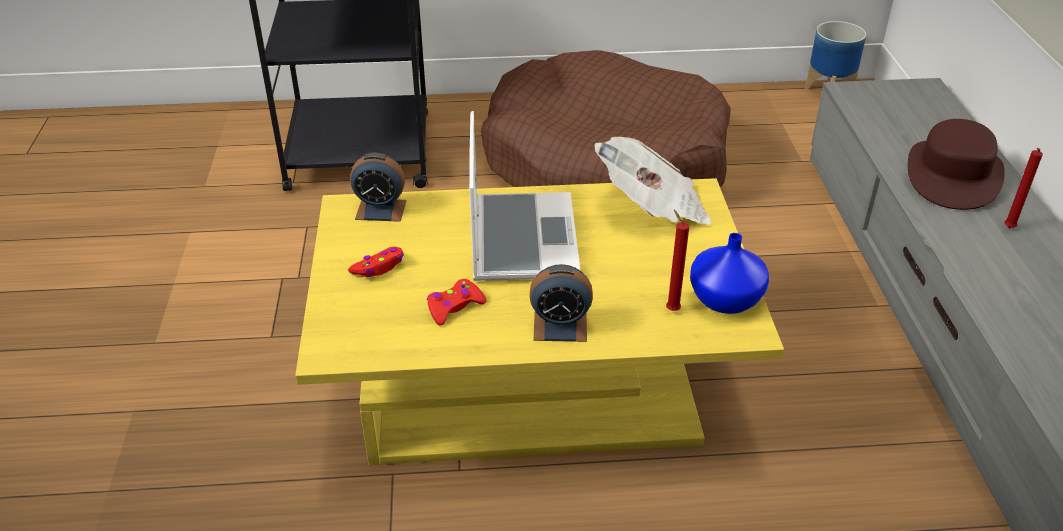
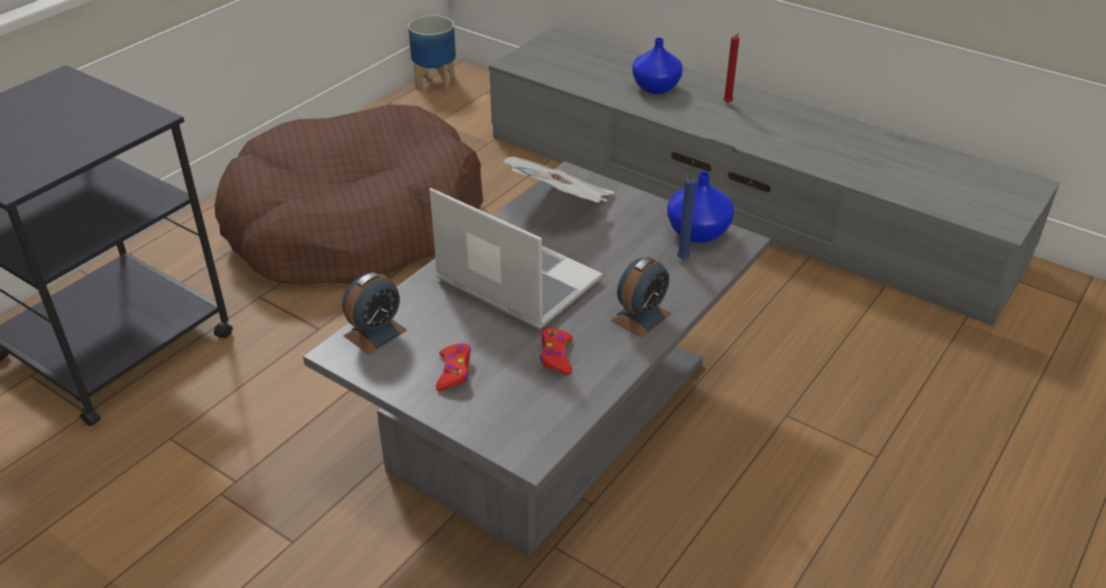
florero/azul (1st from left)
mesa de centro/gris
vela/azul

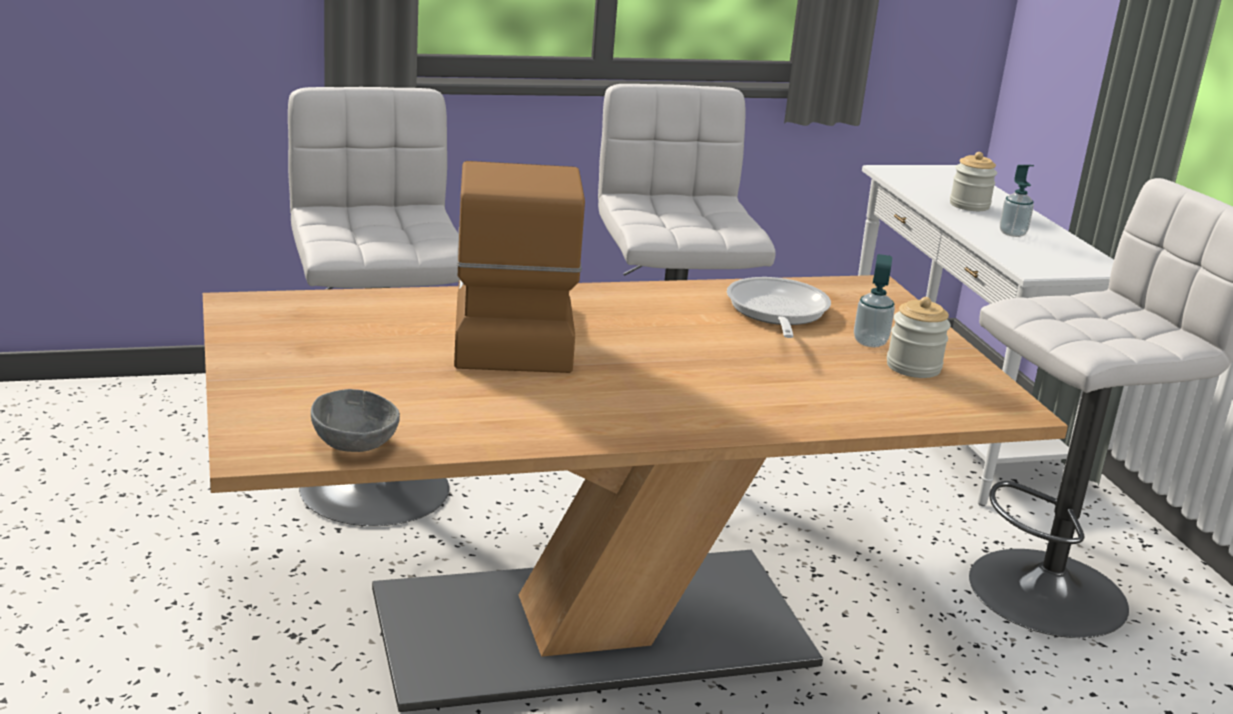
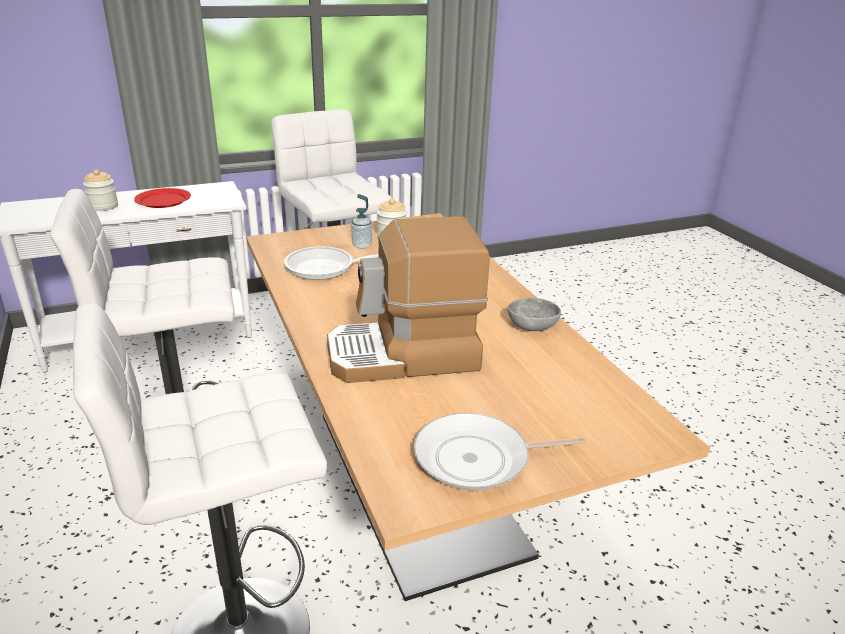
sartén (2nd from left)
cuenco/gris
plato/rojo

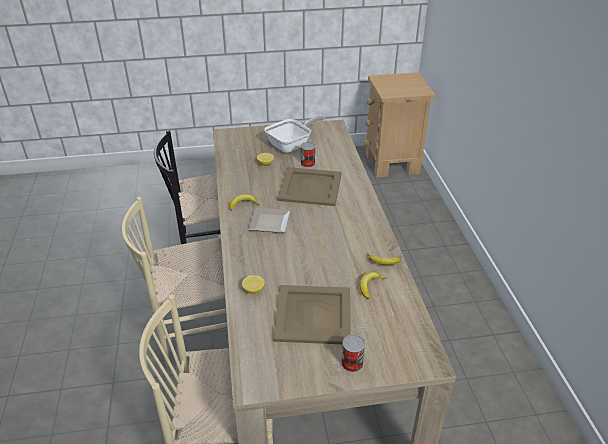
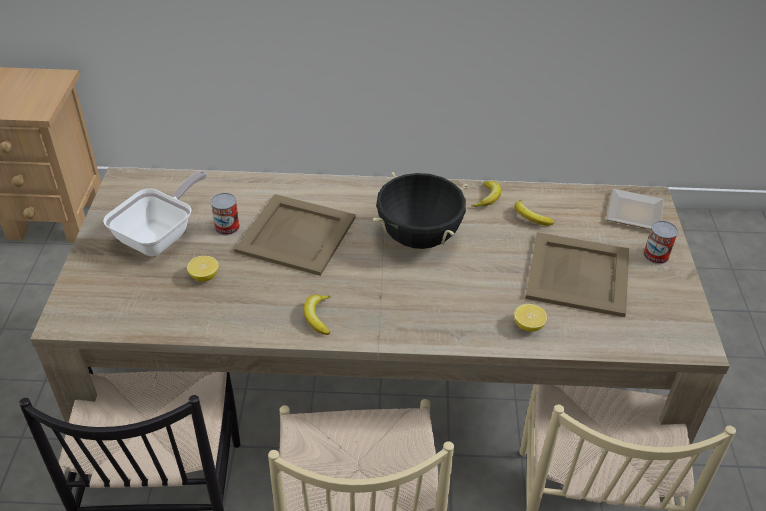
olla/negro
plato
sartén

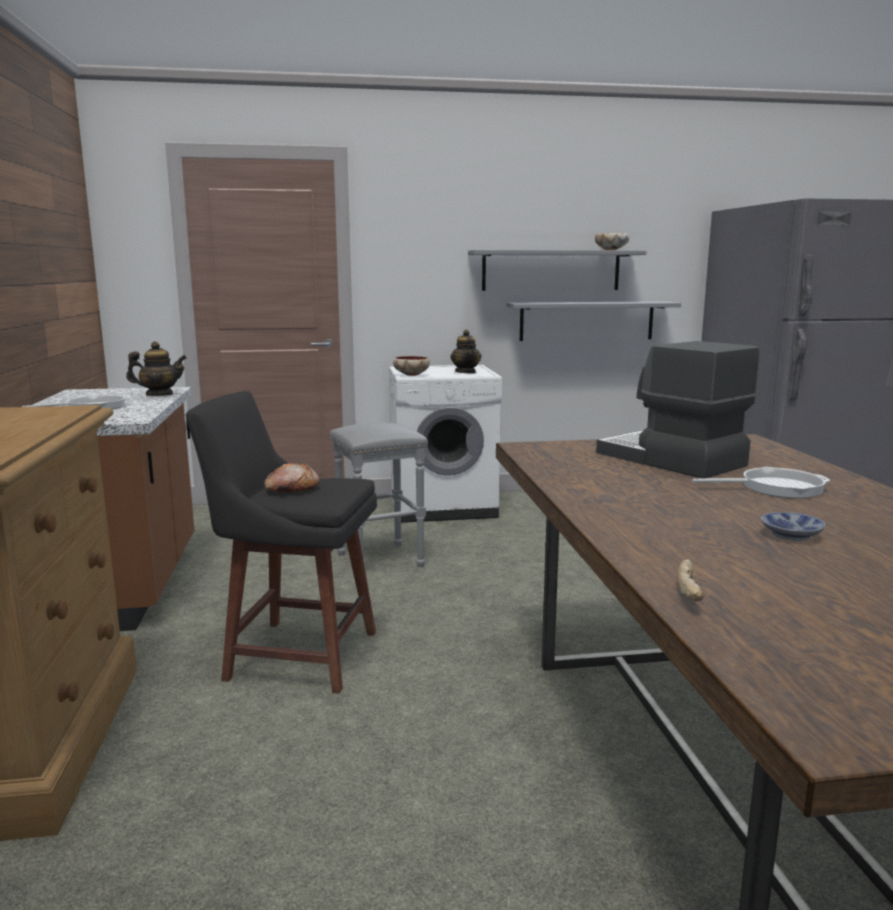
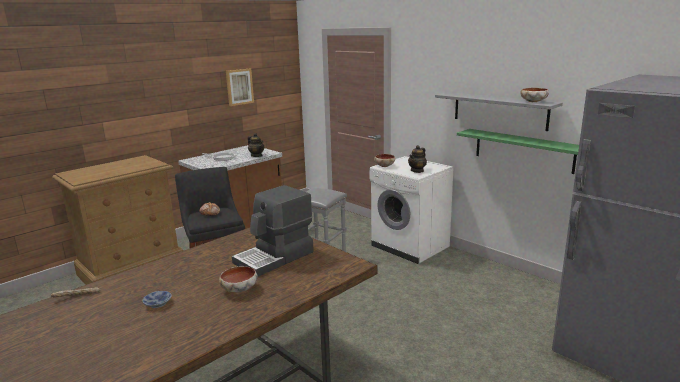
cuadro
cuenco (2nd from left)
estante/verde
cafetera

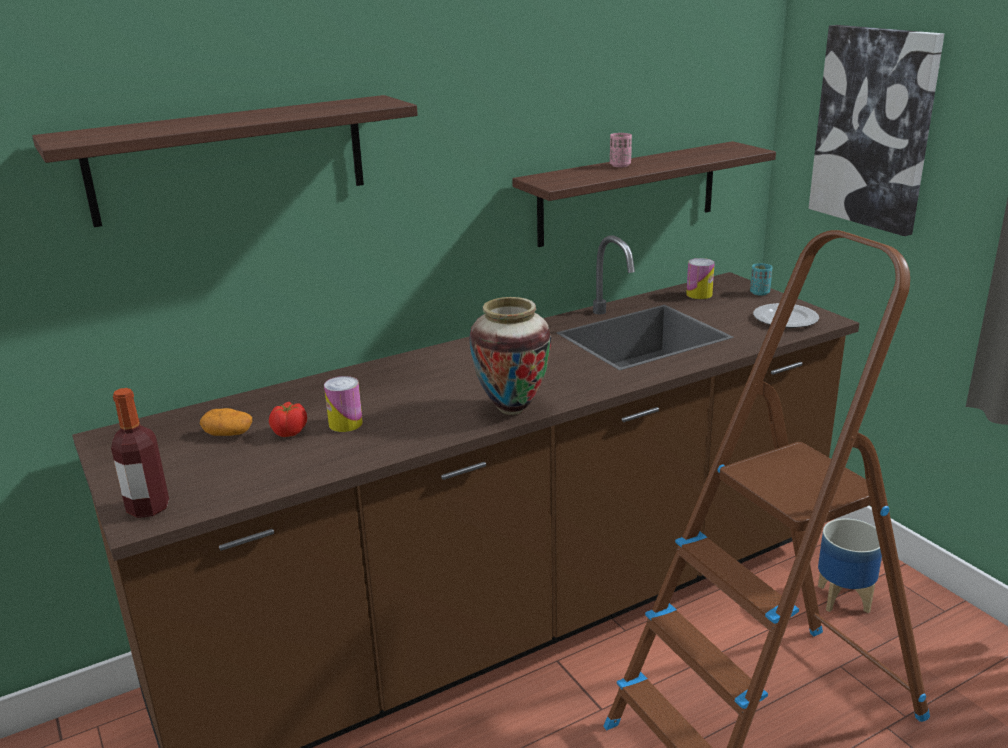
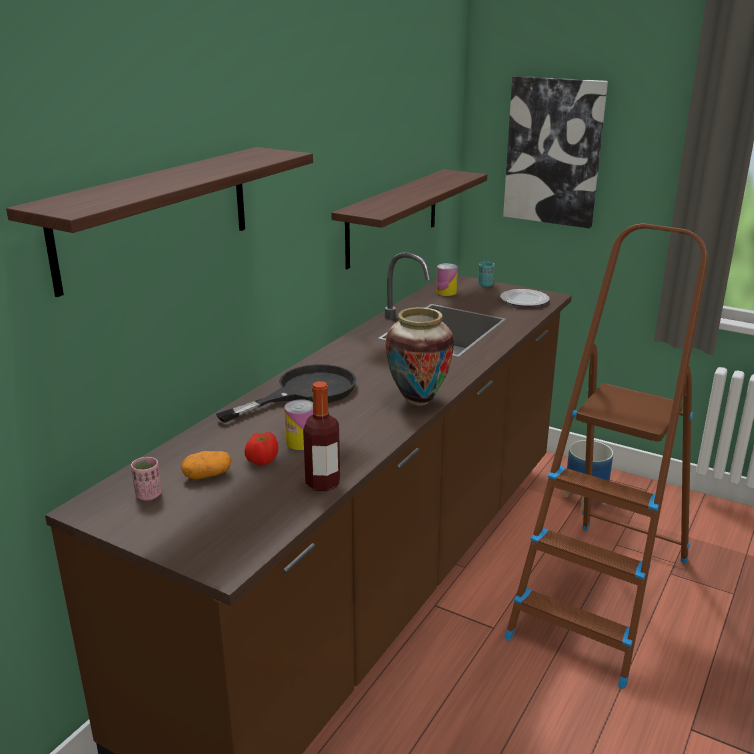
sartén/negro
botella
taza/rosa

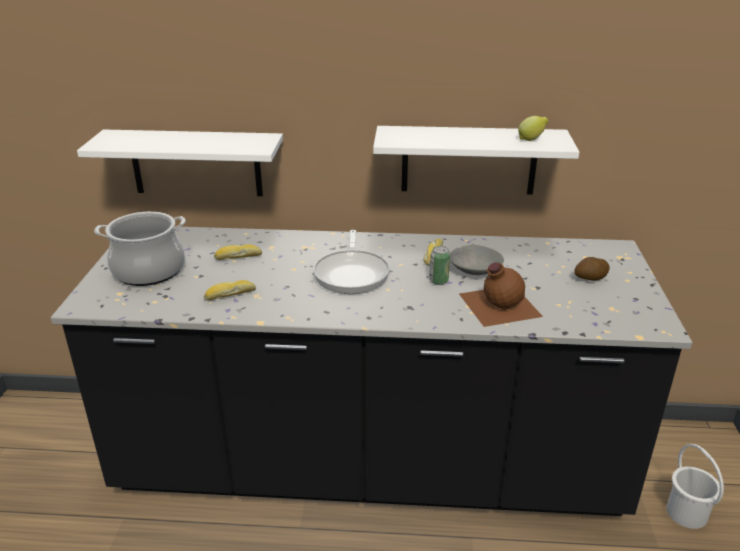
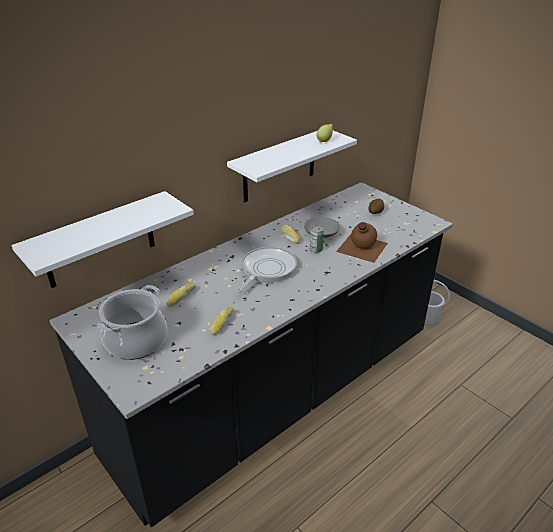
sartén

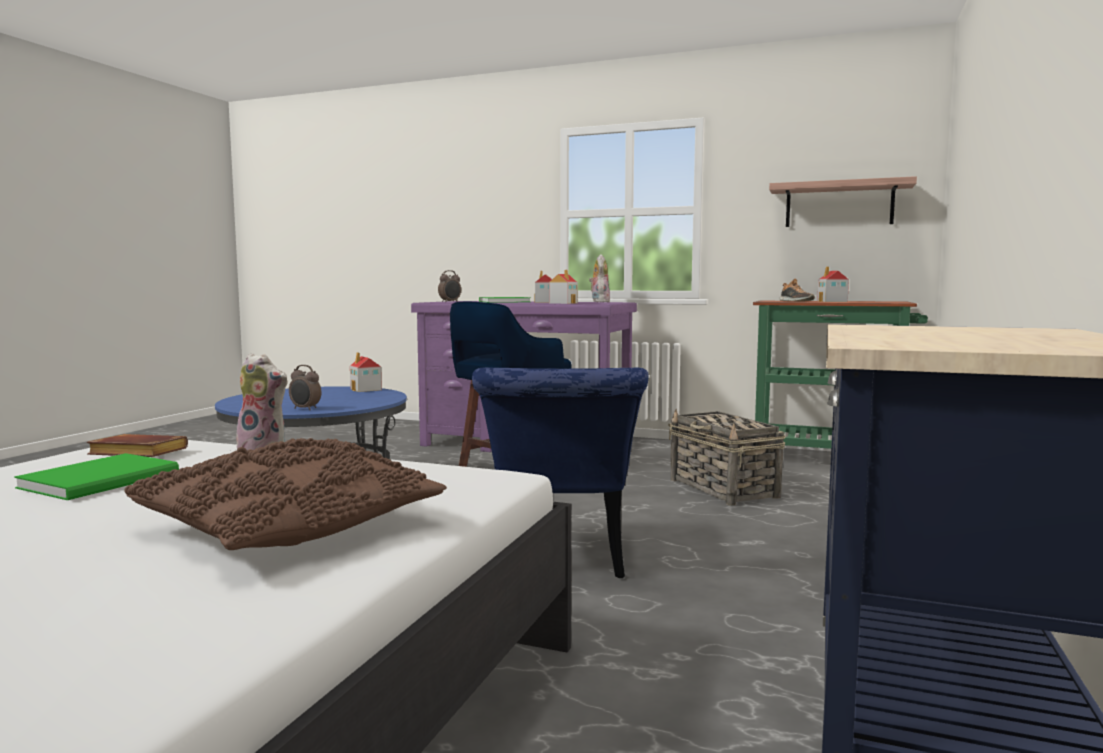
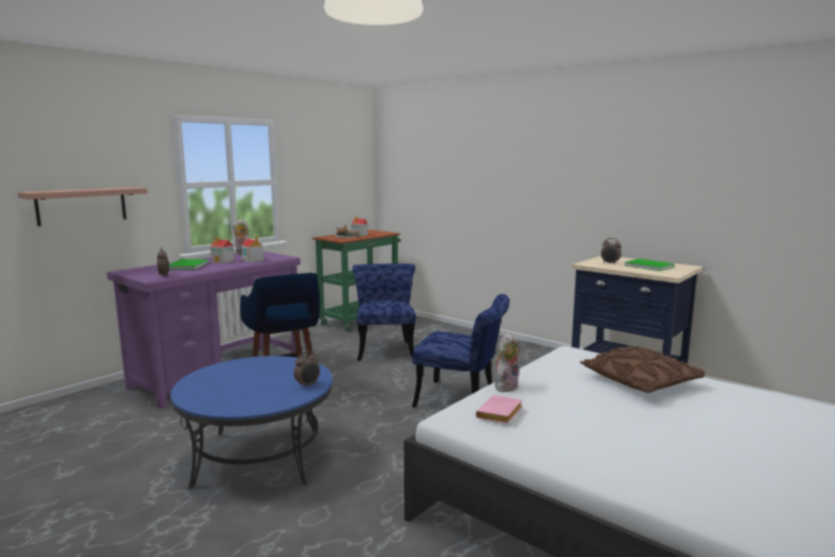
casita (1st from left in the first image)
despertador (3rd from left)
libro/verde (2nd from left)
estante
silla/azul (1st from left)
libro/rosa

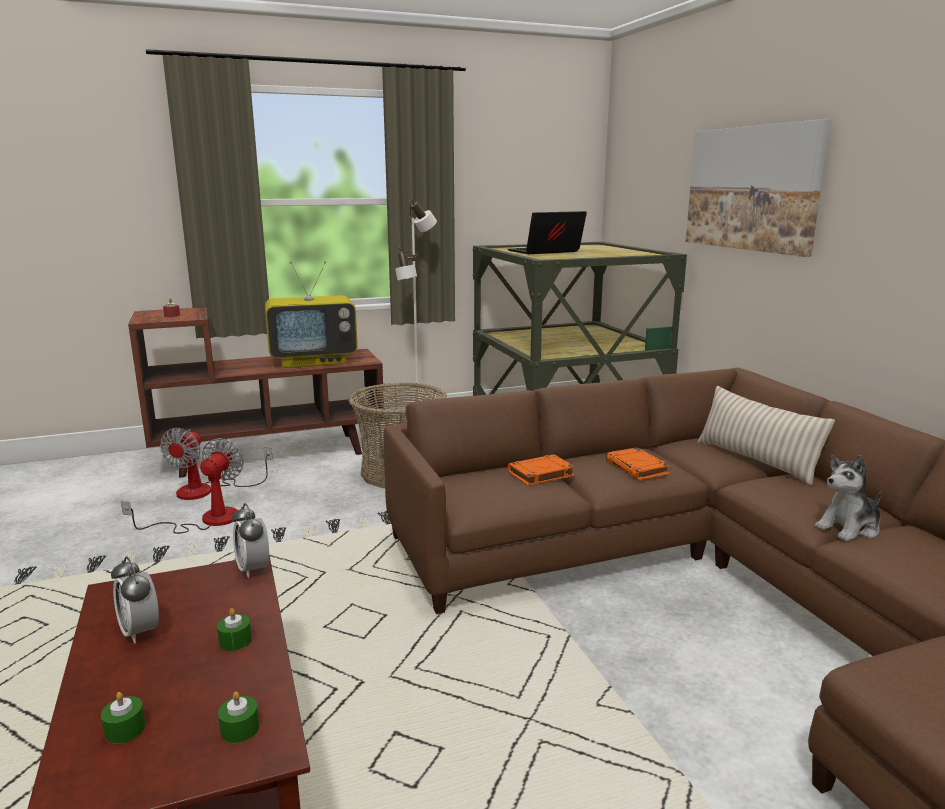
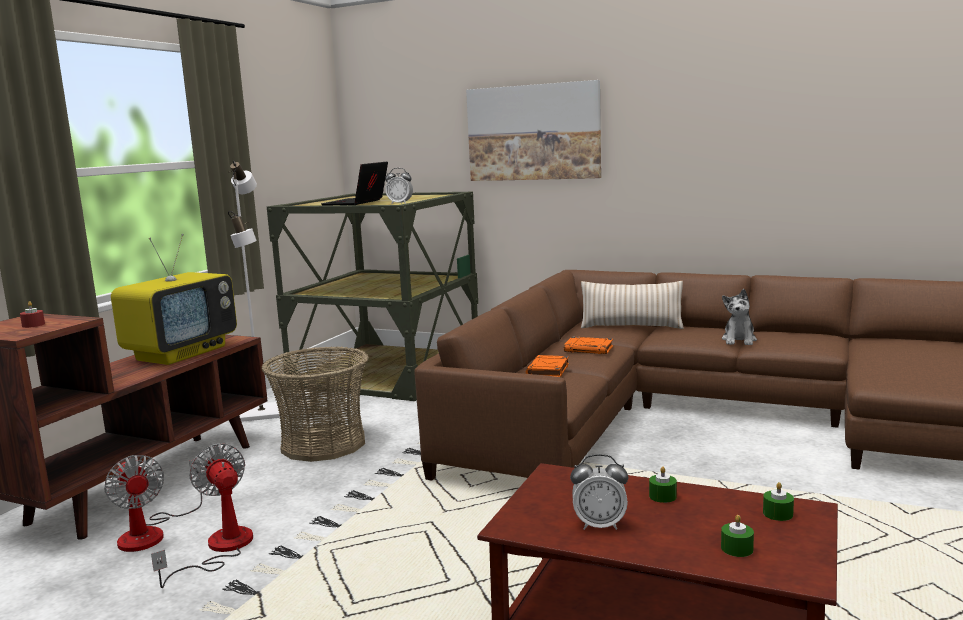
despertador (1st from left)

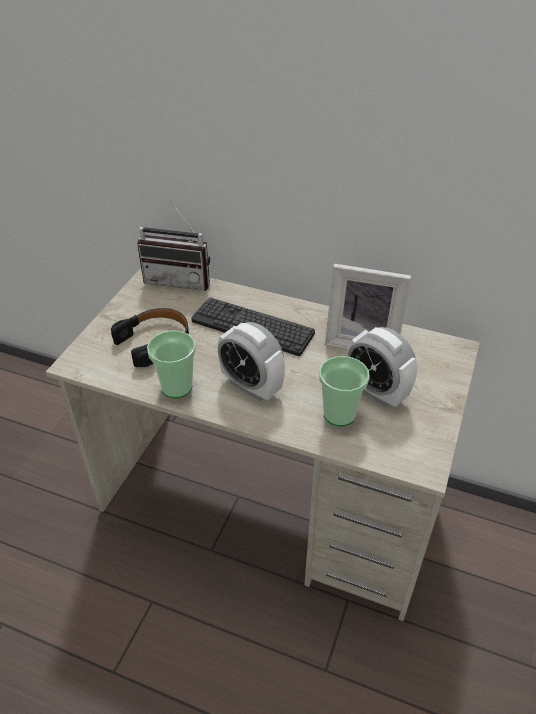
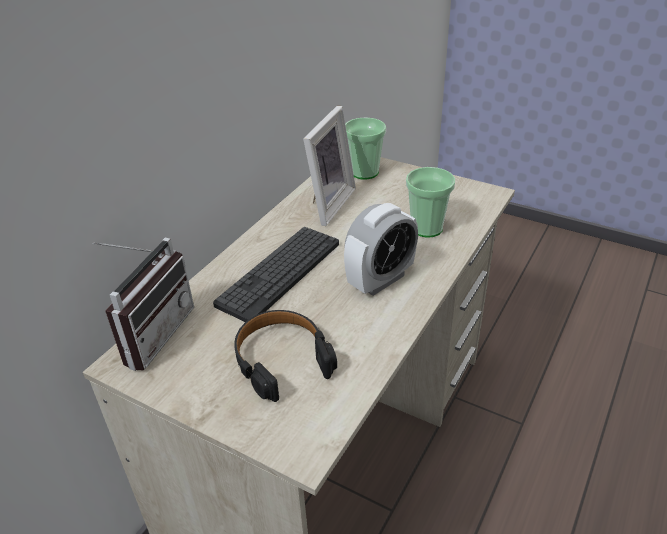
despertador (2nd from left in the first image)
taza (1st from left)

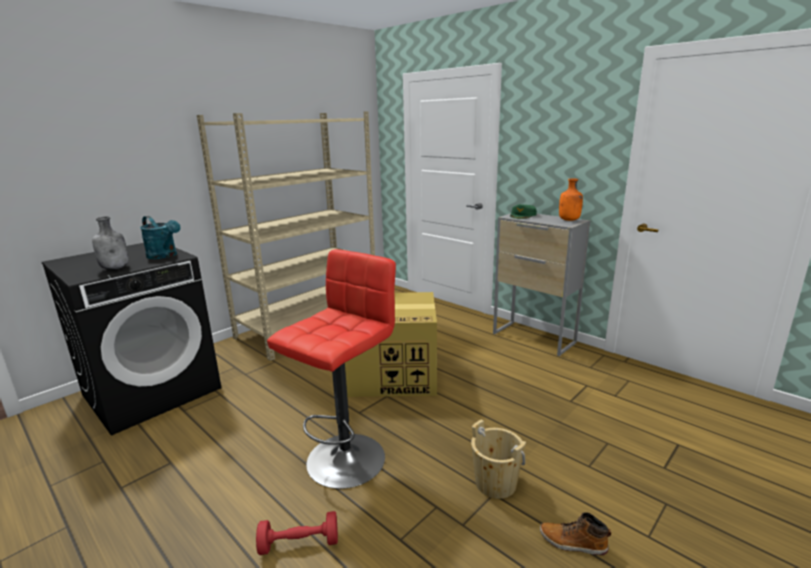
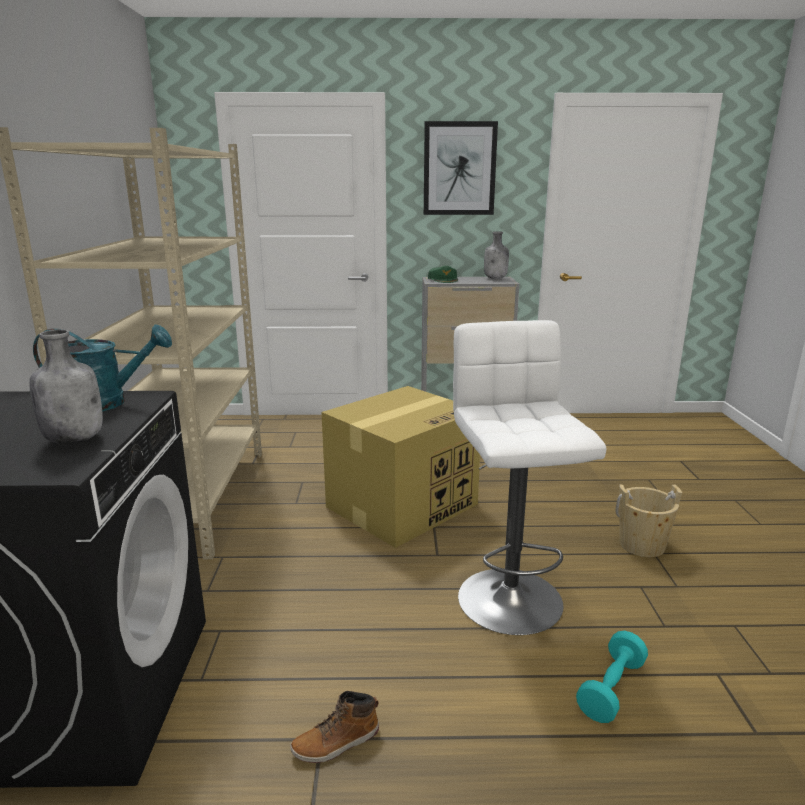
cuadro
bota
mancuerna/turquesa
taburete/blanco
botella/gris (2nd from left)

